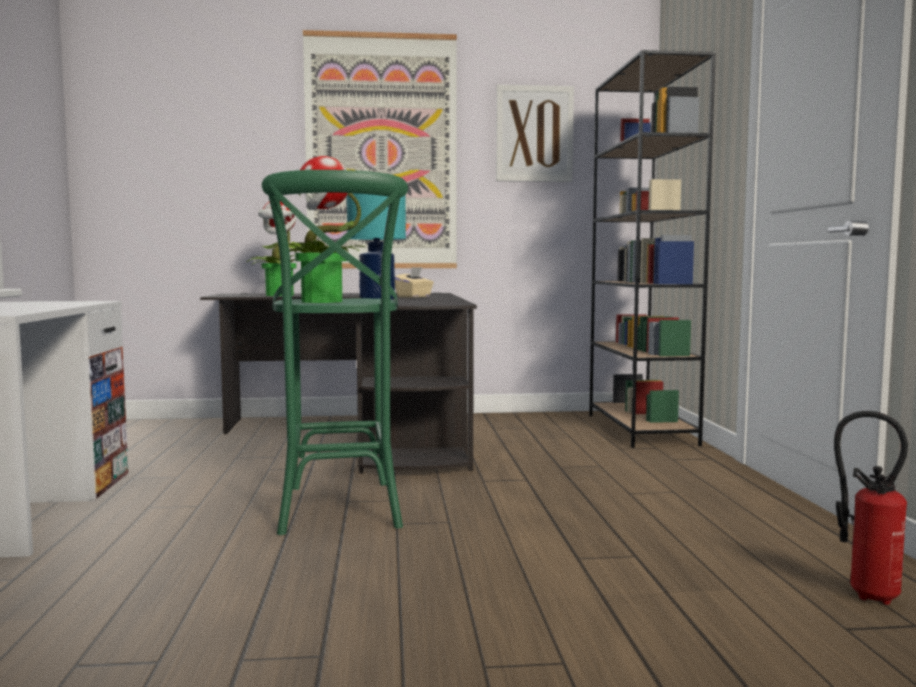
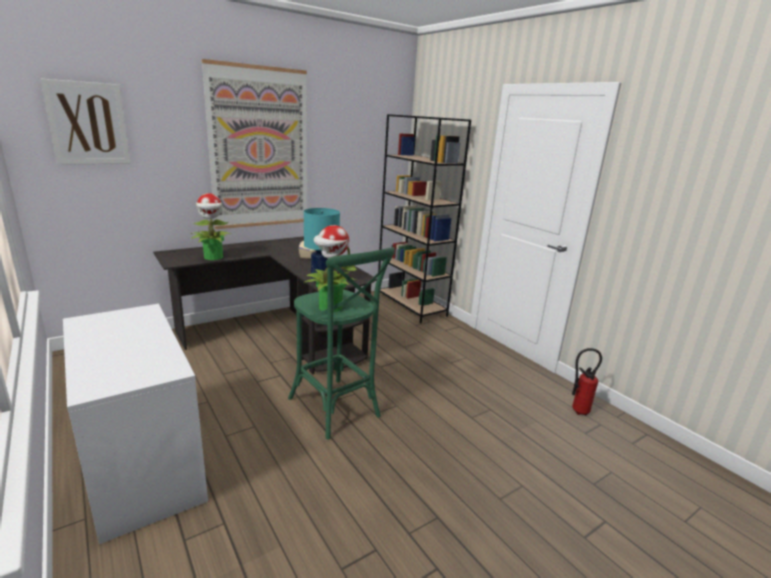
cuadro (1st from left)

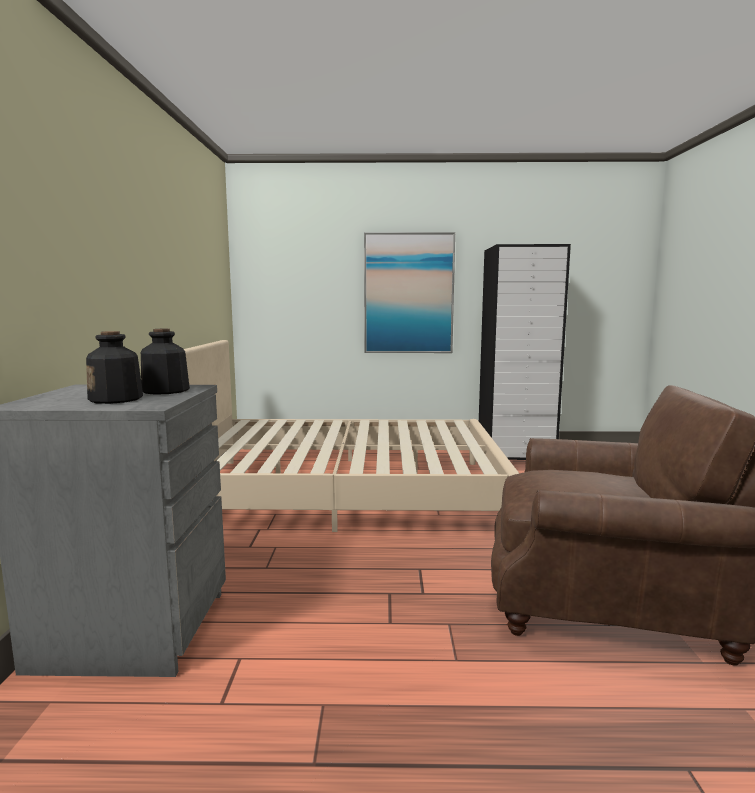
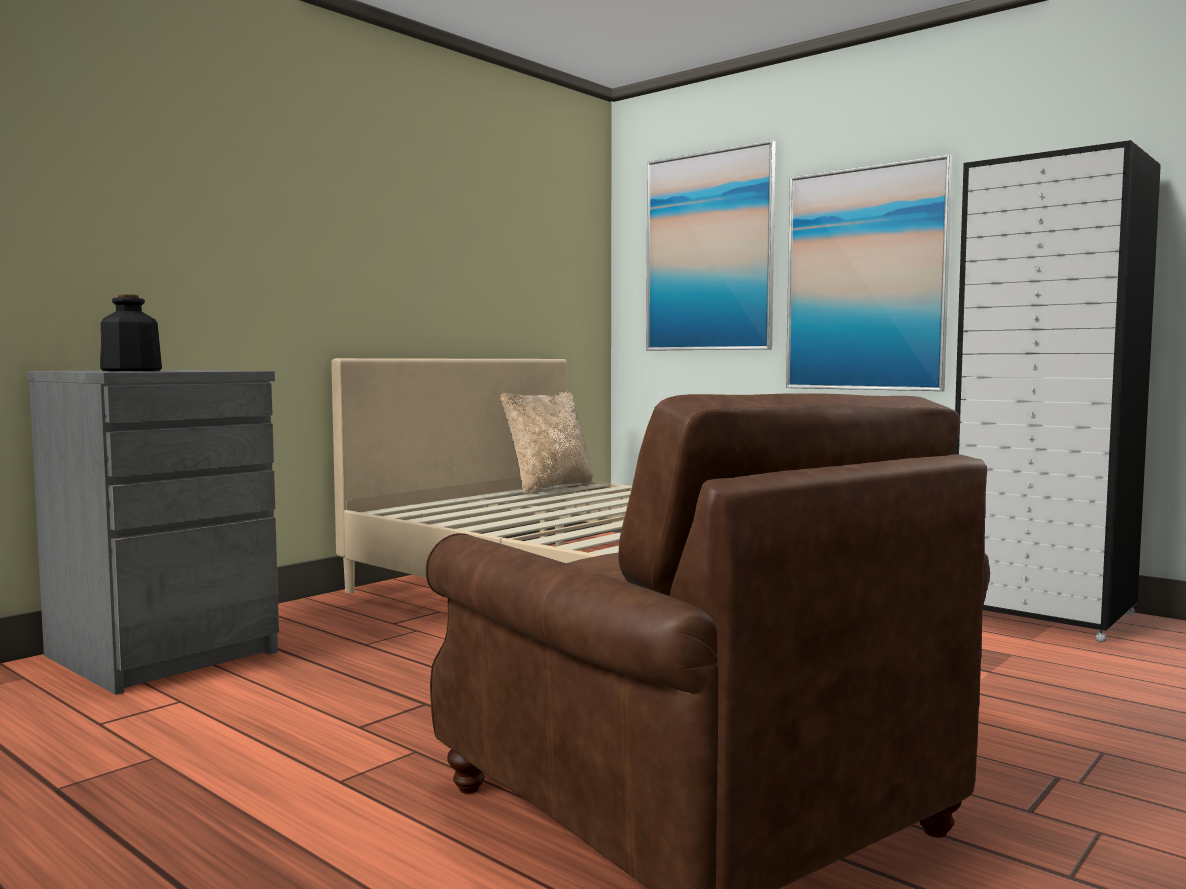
botella (2nd from left in the first image)
cojín/beis
cuadro (1st from left)

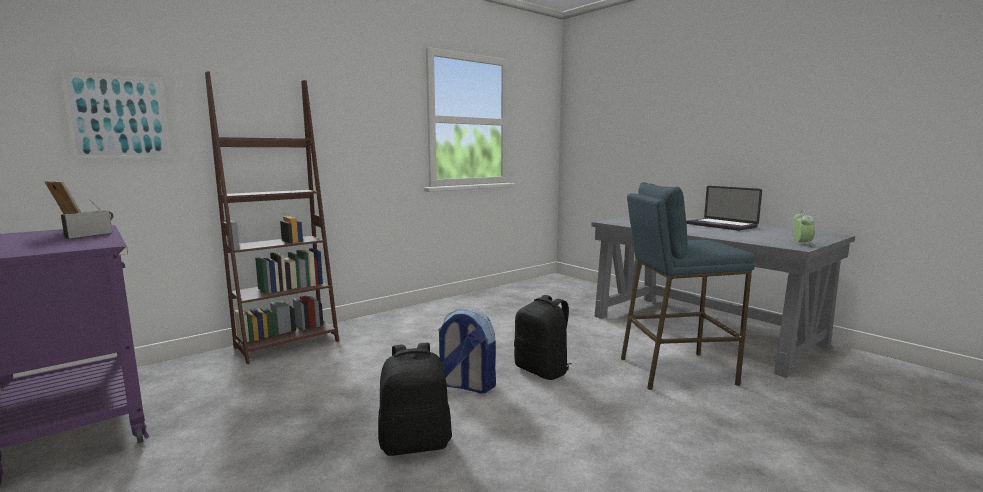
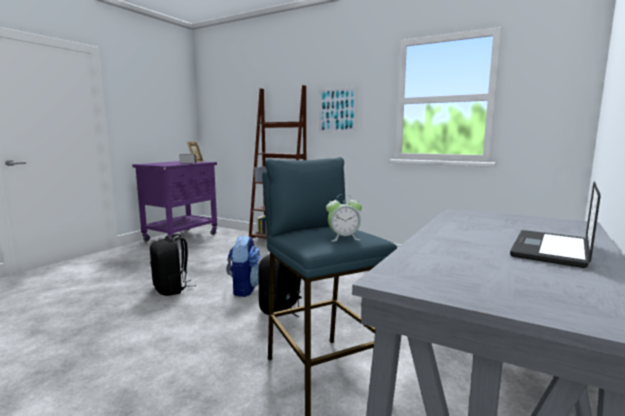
cuadro
despertador

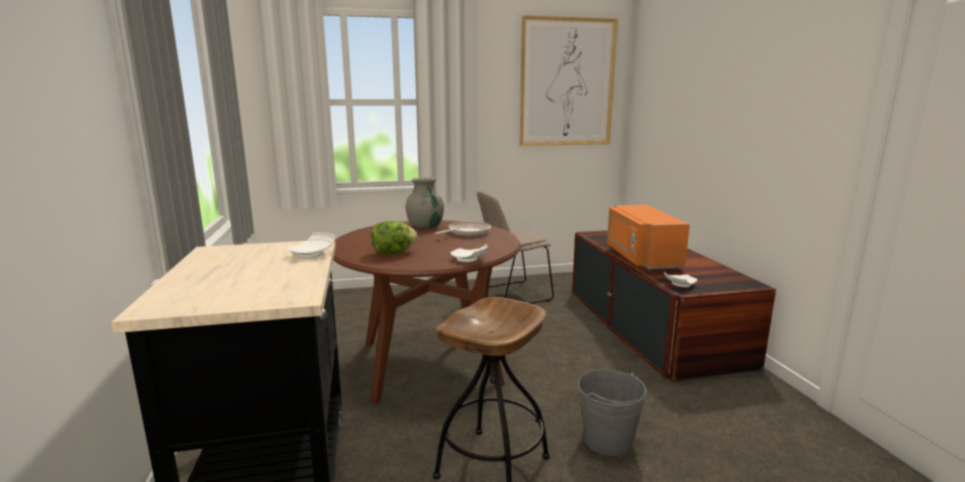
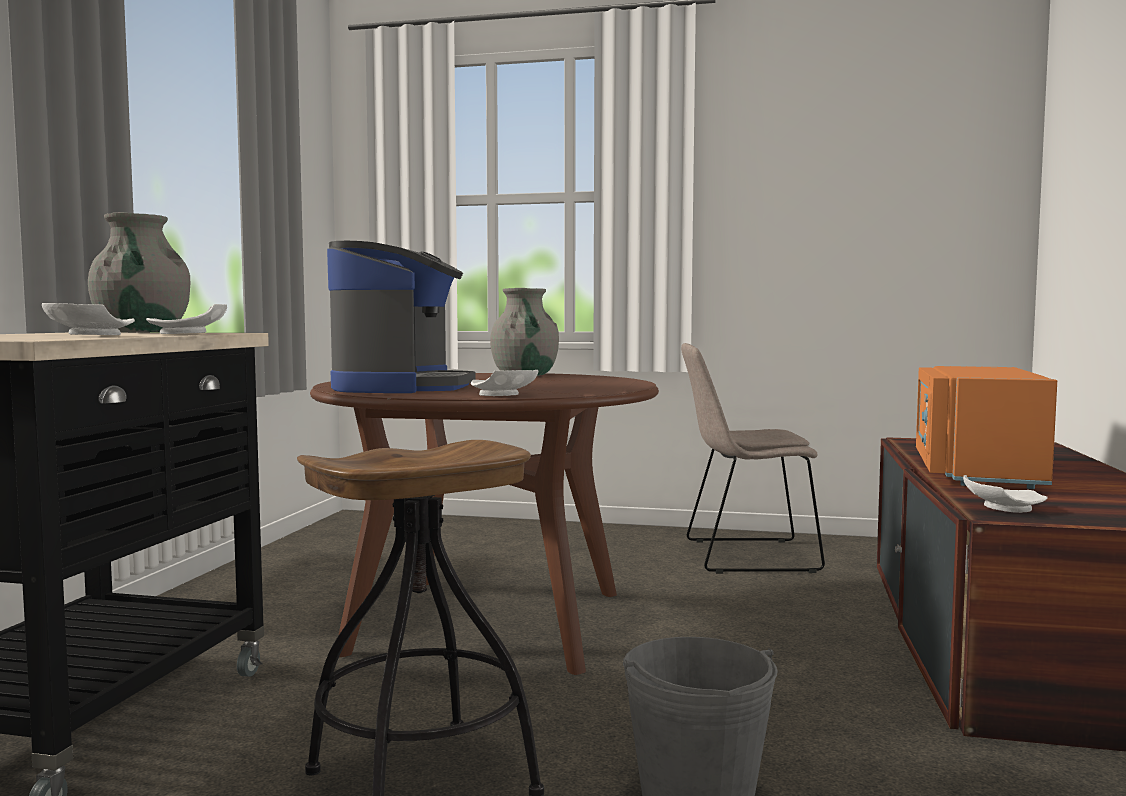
sartén
cuadro
plato/blanco (1st from left)
florero/gris (1st from left)
cafetera

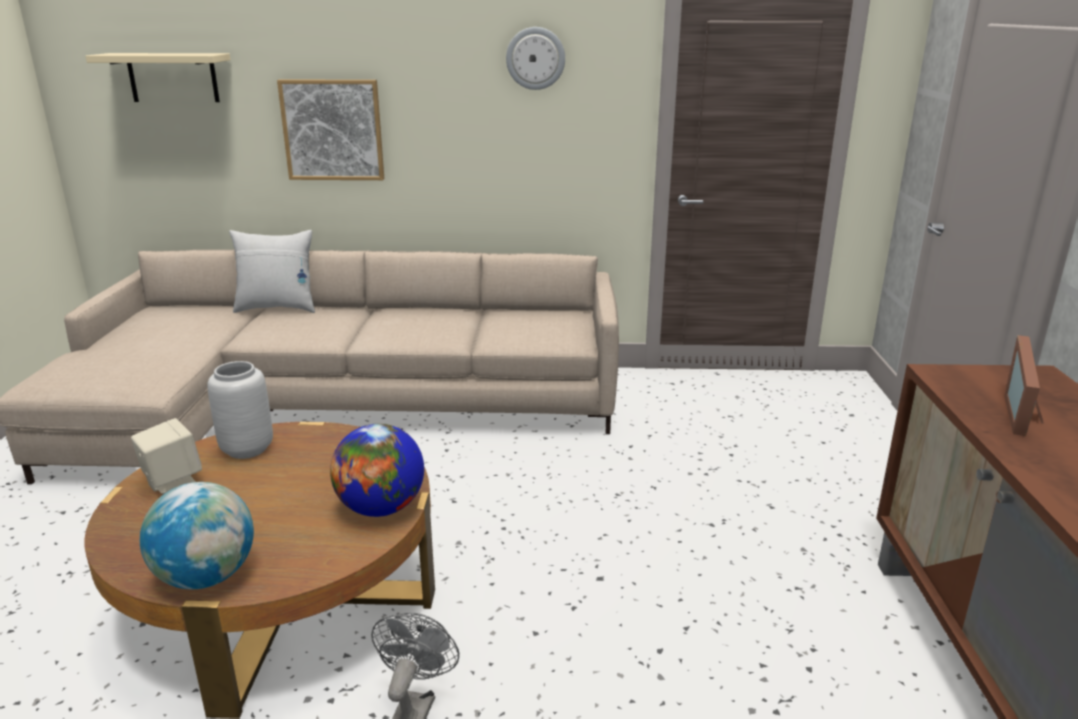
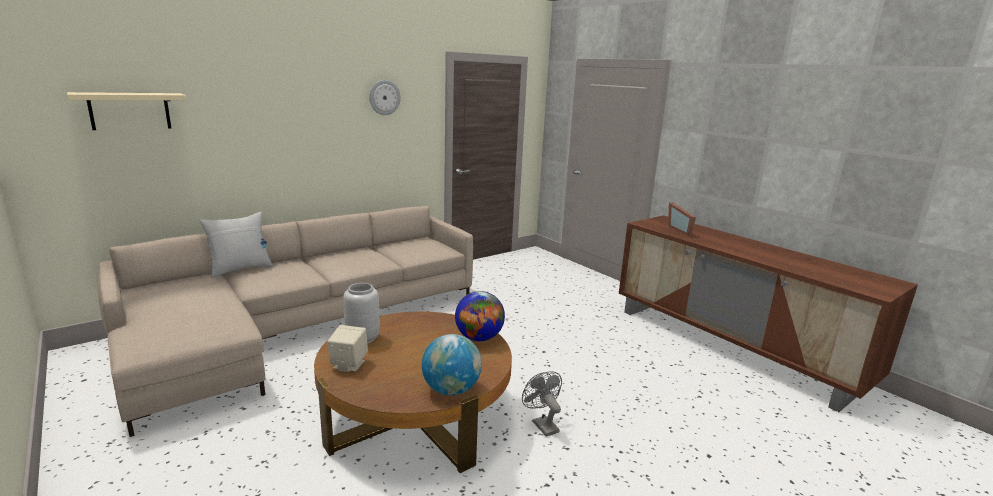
cuadro

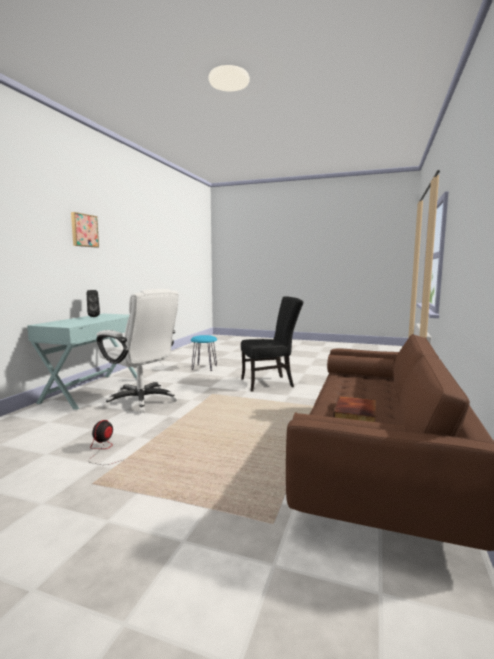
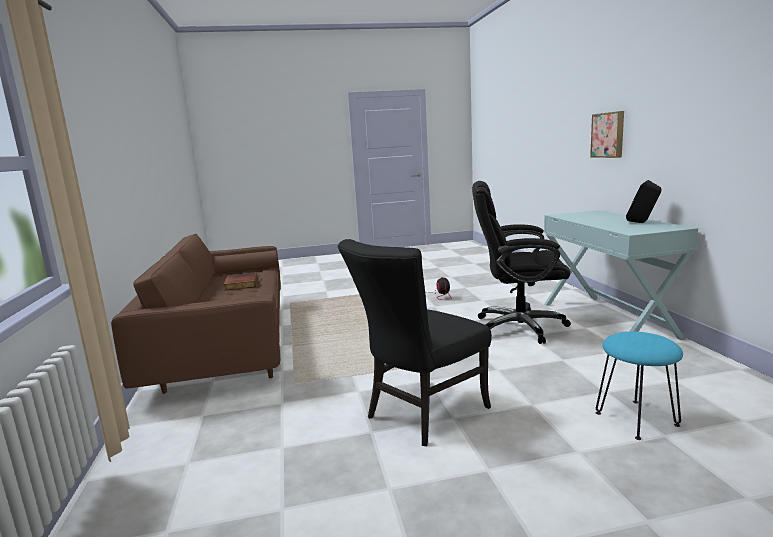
cuadro
silla de oficina/negro

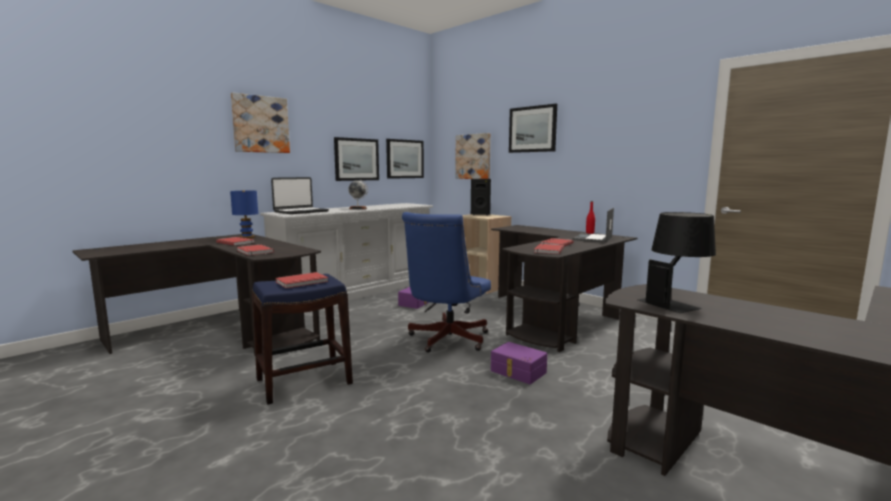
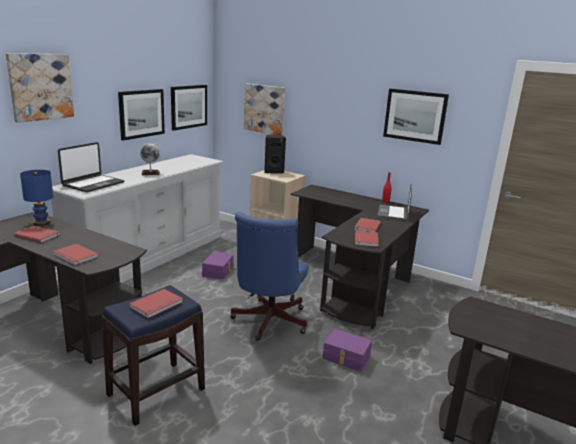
lámpara de mesa/negro
cuadro (5th from left)

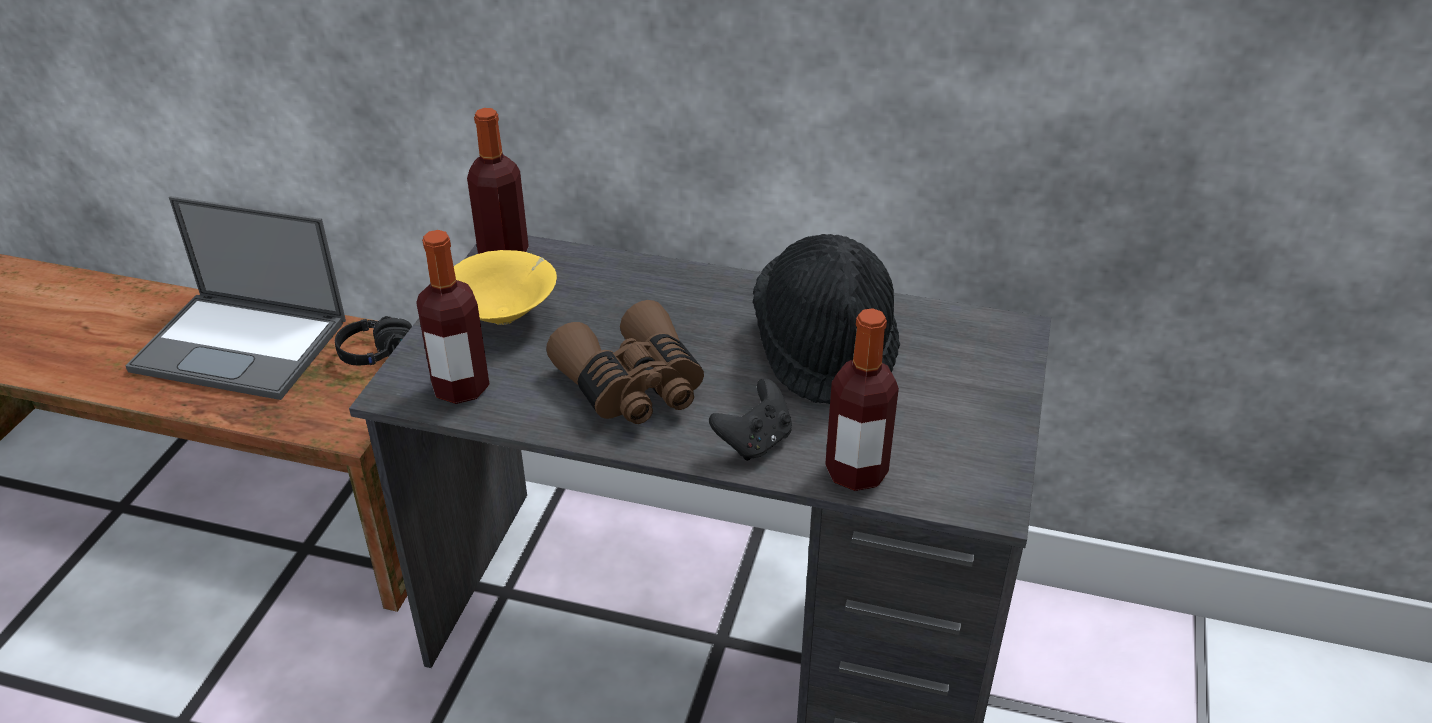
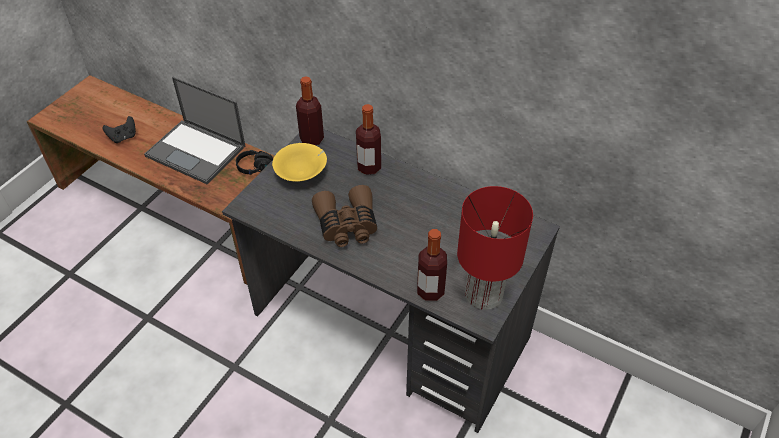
sombrero/negro
lámpara de mesa/rojo
botella (2nd from left)
mando de consola/negro

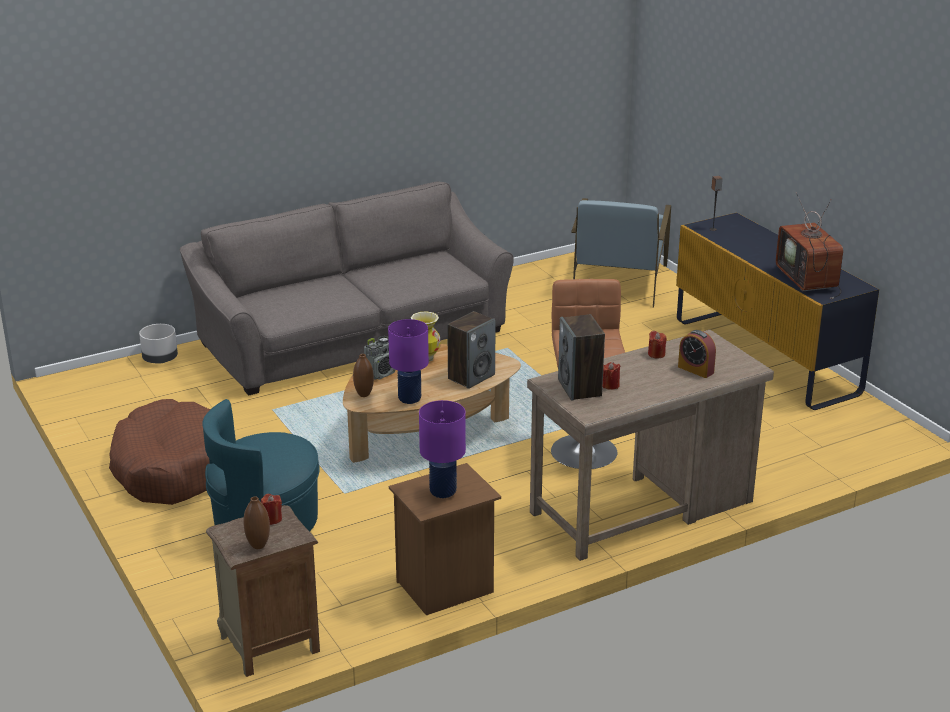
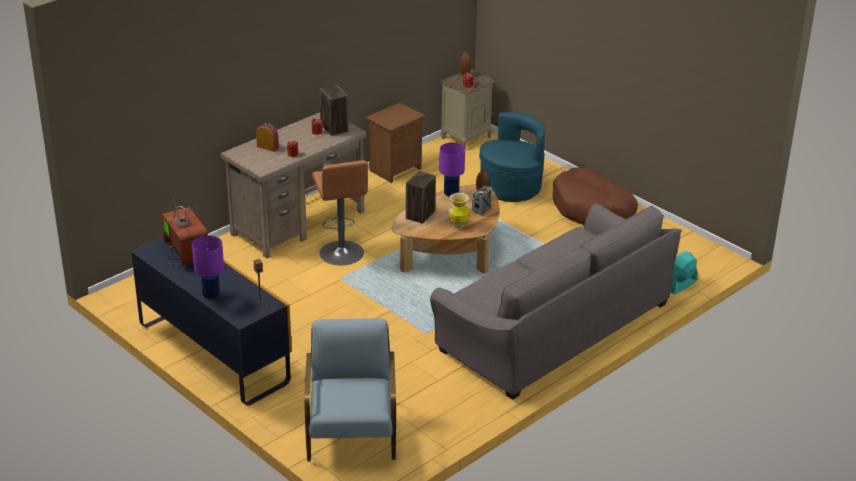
lámpara de mesa/morado (1st from left)
ventilador/turquesa

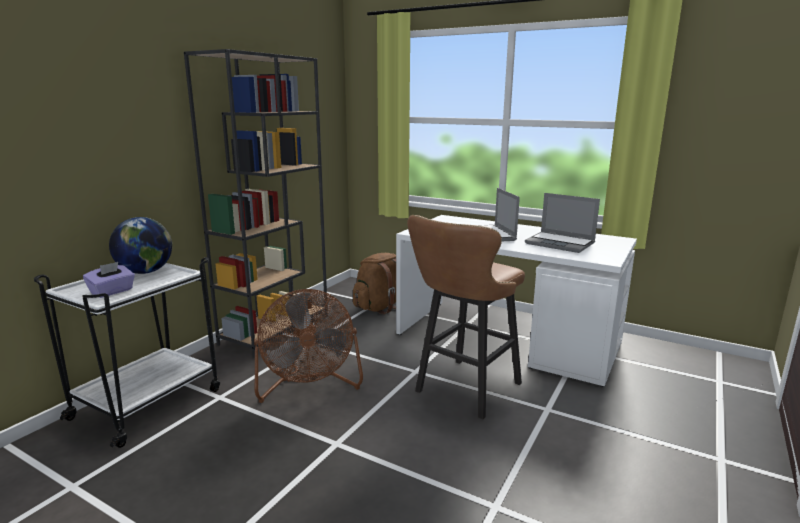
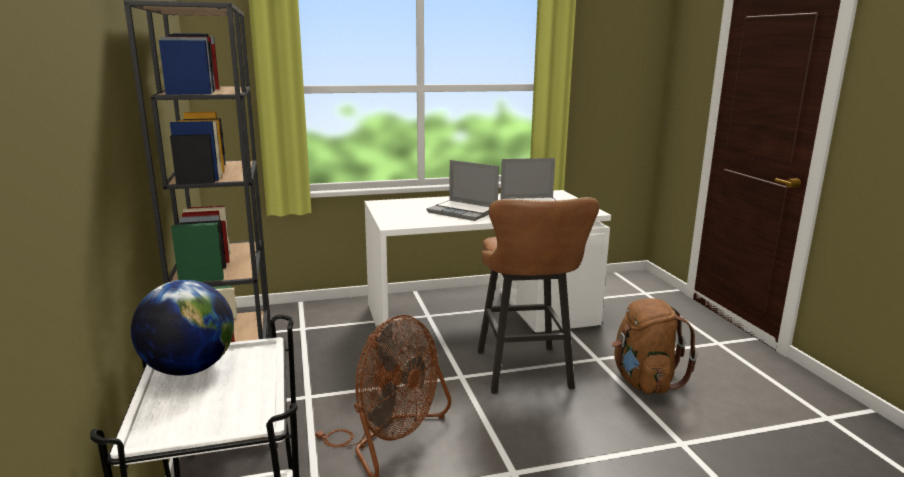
caja de pañuelos/morado
mochila/marrón

